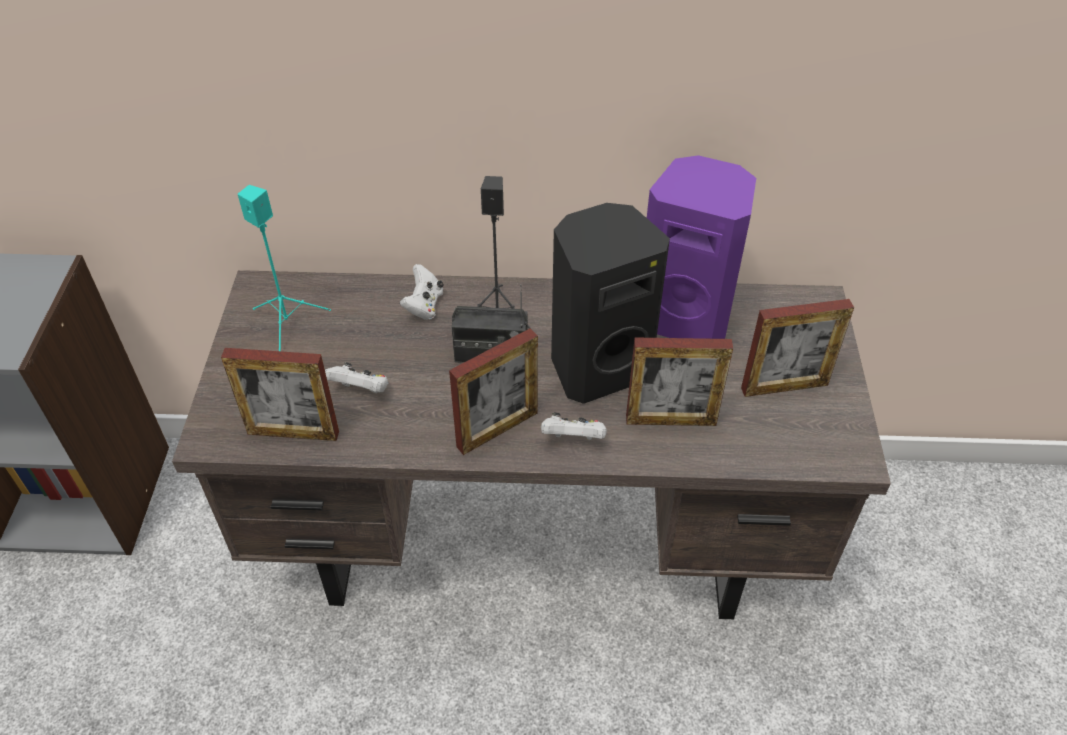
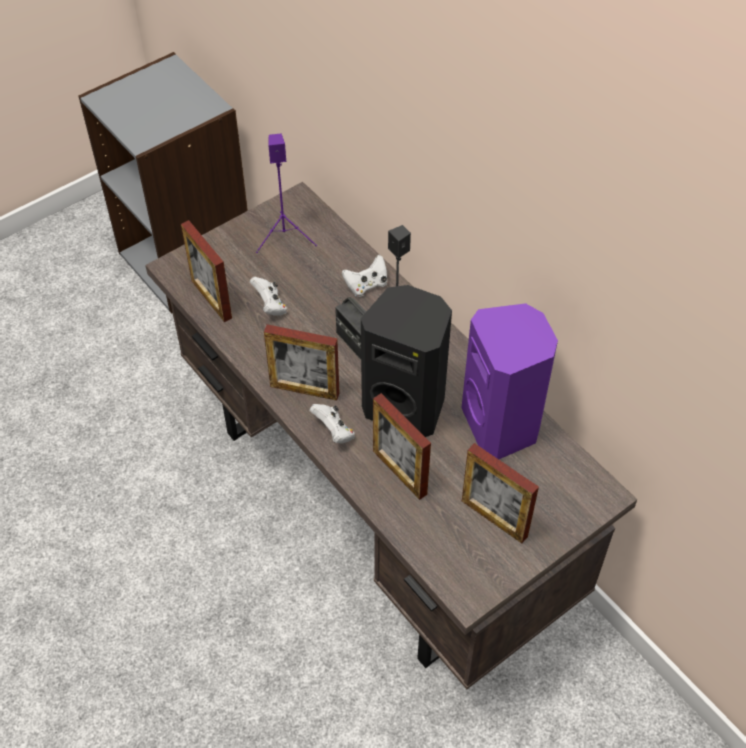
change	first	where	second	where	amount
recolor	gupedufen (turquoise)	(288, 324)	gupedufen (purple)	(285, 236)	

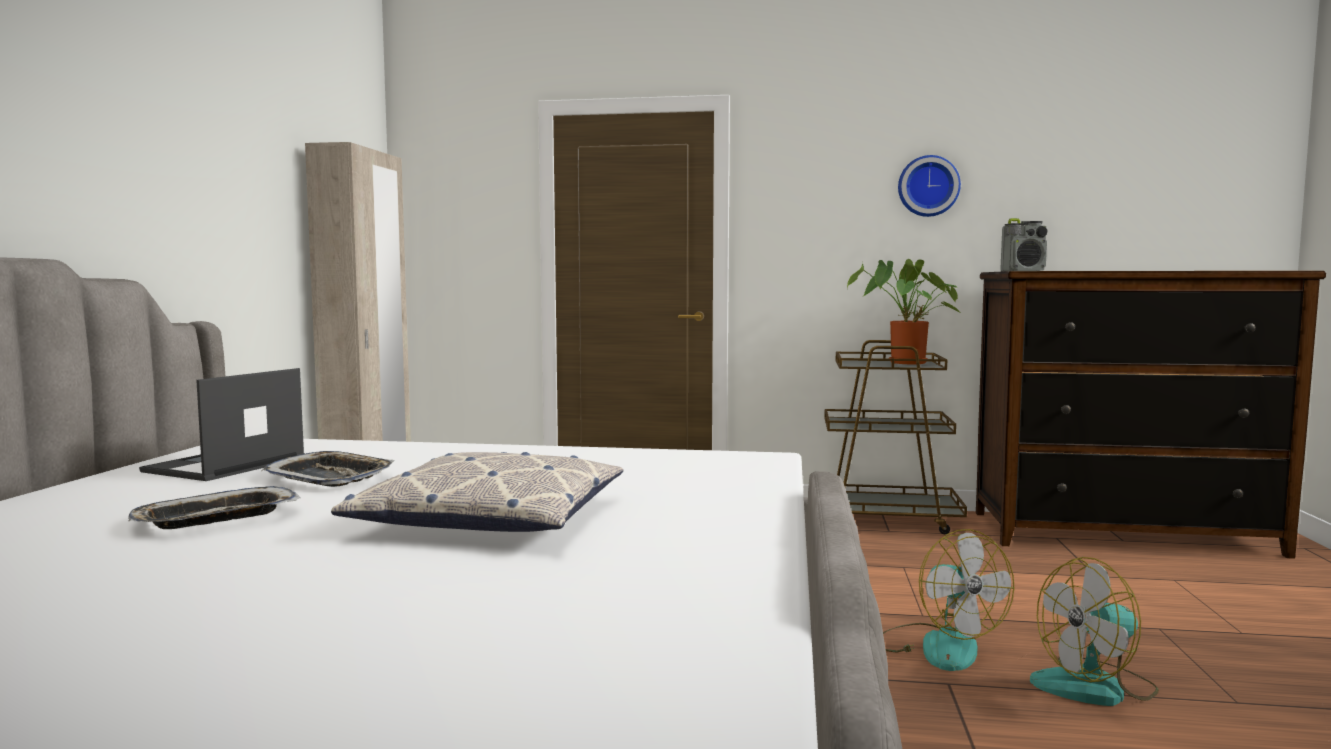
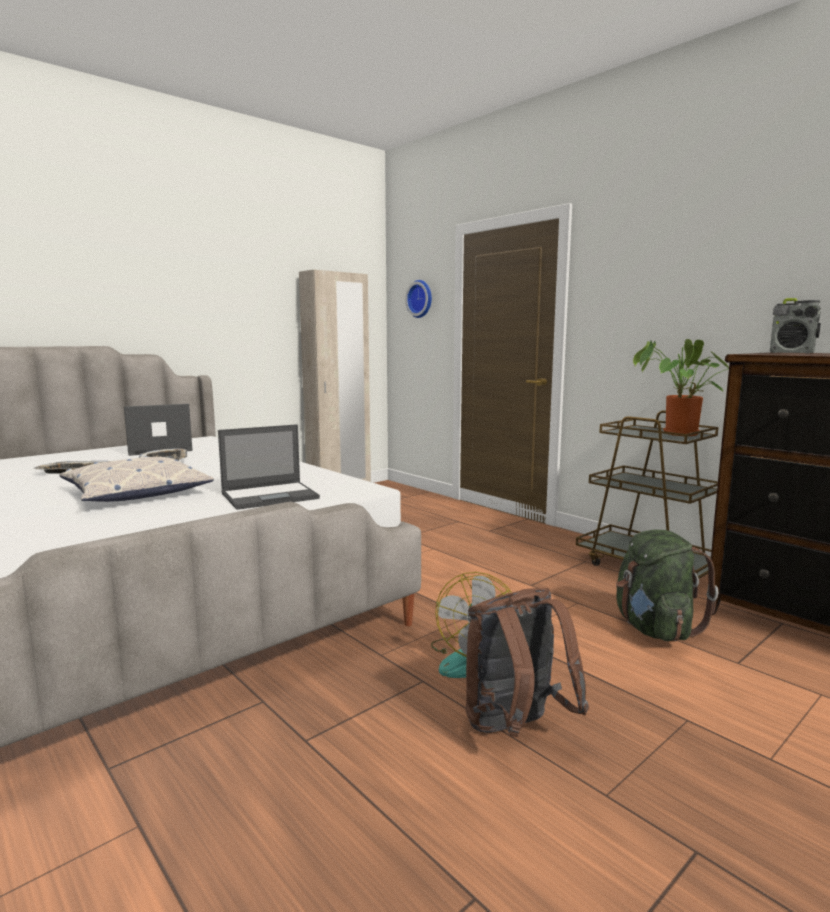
change	first	where	second	where	amount
insert			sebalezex	(271, 496)	
move	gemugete	(928, 186)		(421, 299)	
replace	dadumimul	(1095, 687)	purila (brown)	(515, 729)	
insert			purila (green)	(654, 629)	

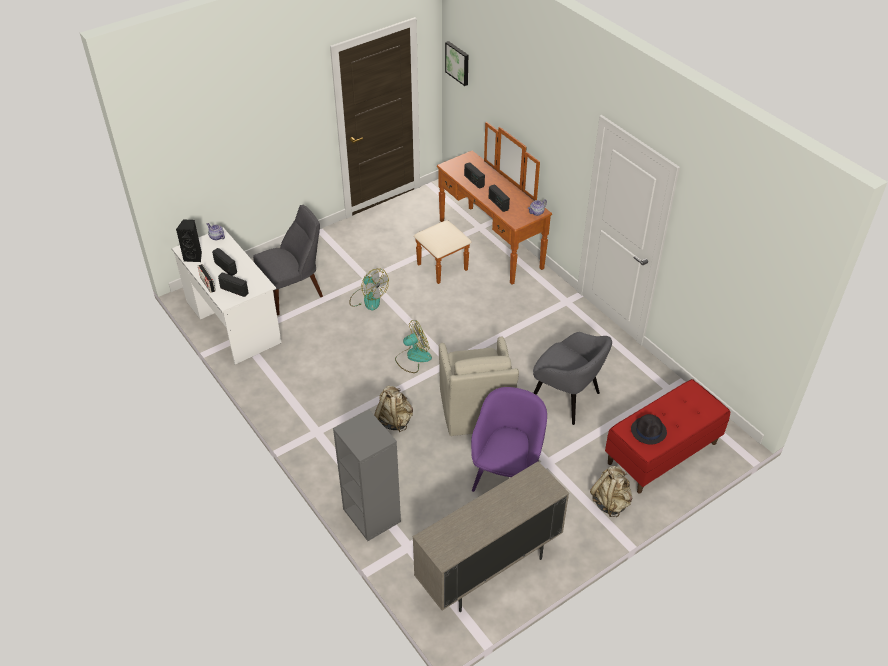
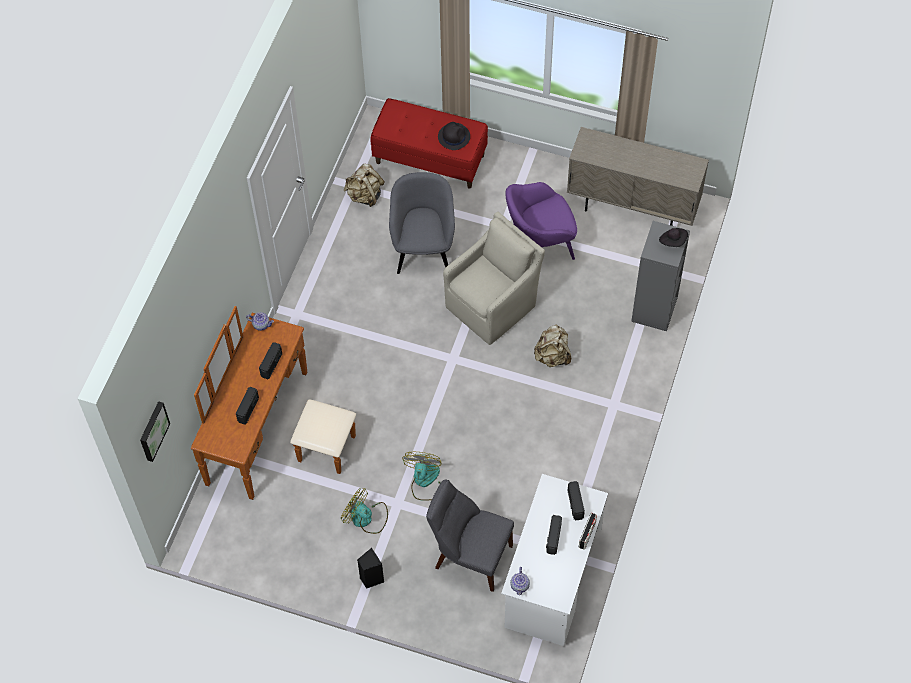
change	first	where	second	where	amount
move	dadumimul	(413, 357)		(366, 518)	
move	purila (beige)	(610, 502)		(365, 195)	
move	gupedufen (black)	(194, 257)		(371, 578)	
insert			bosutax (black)	(673, 241)	

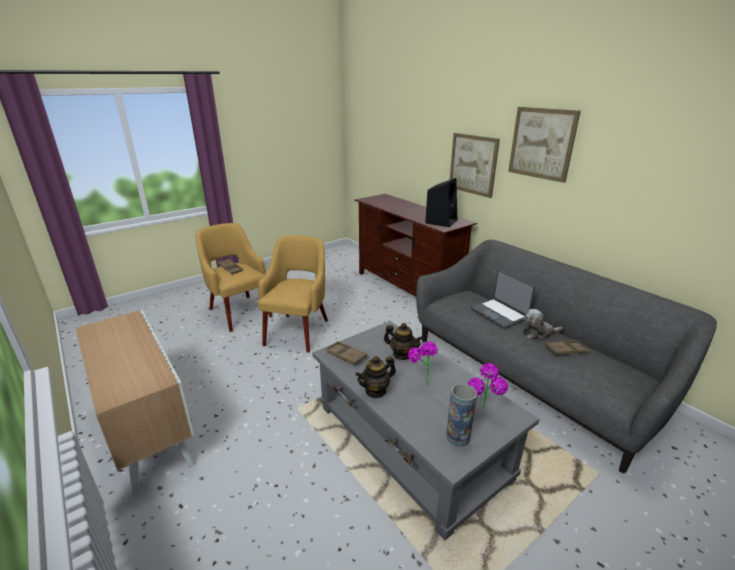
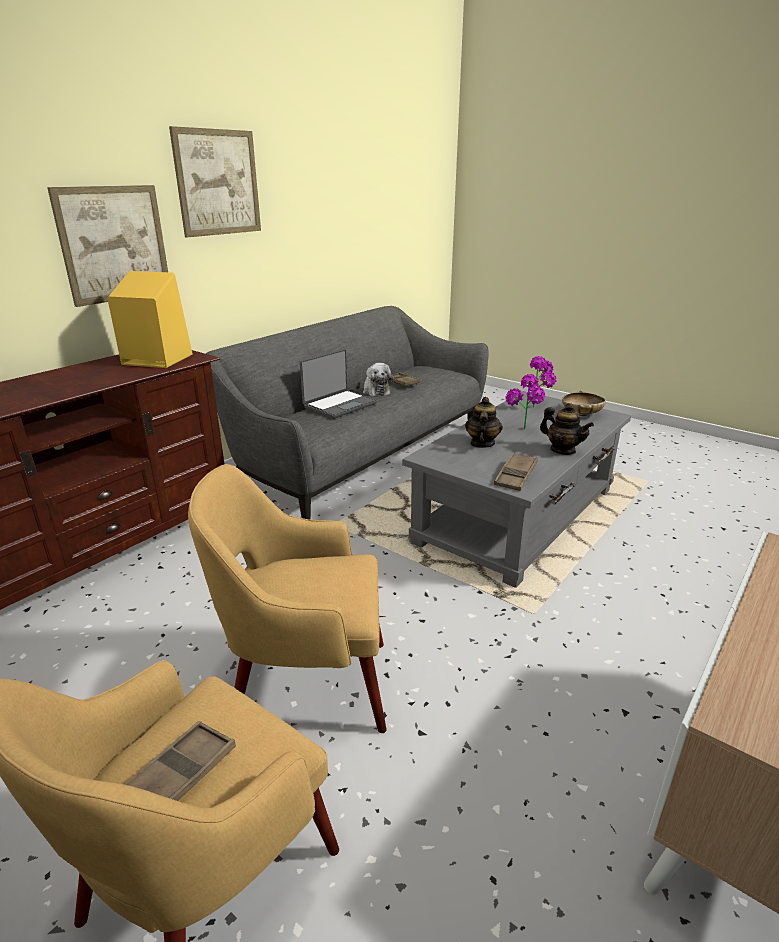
change	first	where	second	where	amount
recolor	gupedufen (black)	(441, 221)	gupedufen (yellow)	(155, 359)	
replace	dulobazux	(458, 437)	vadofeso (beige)	(581, 414)	

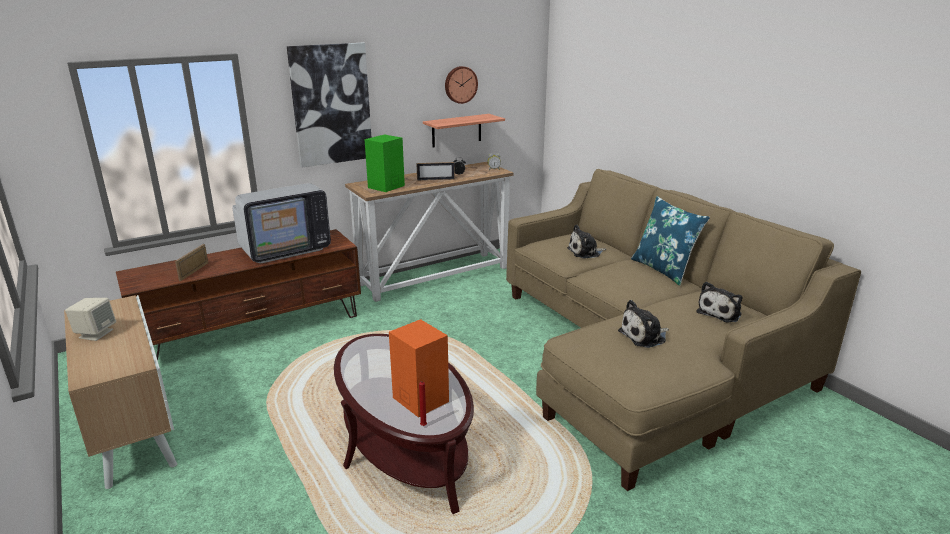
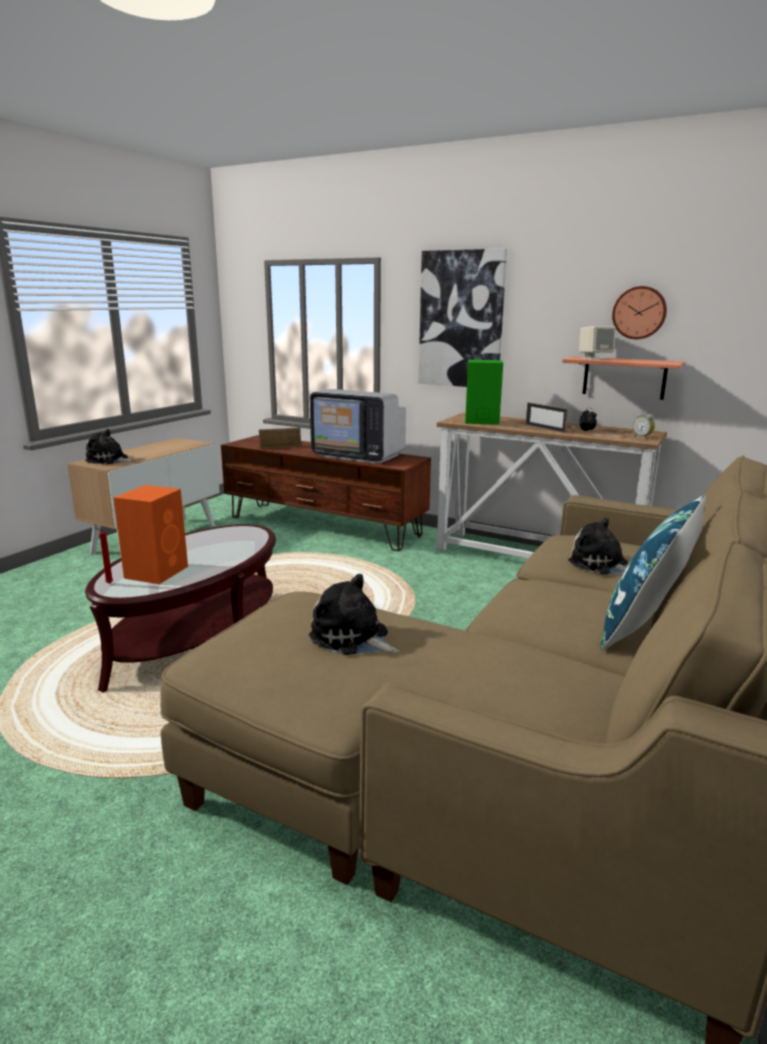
change	first	where	second	where	amount
move	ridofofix	(720, 313)		(109, 460)	
move	gupedufen (beige)	(95, 333)		(594, 358)	

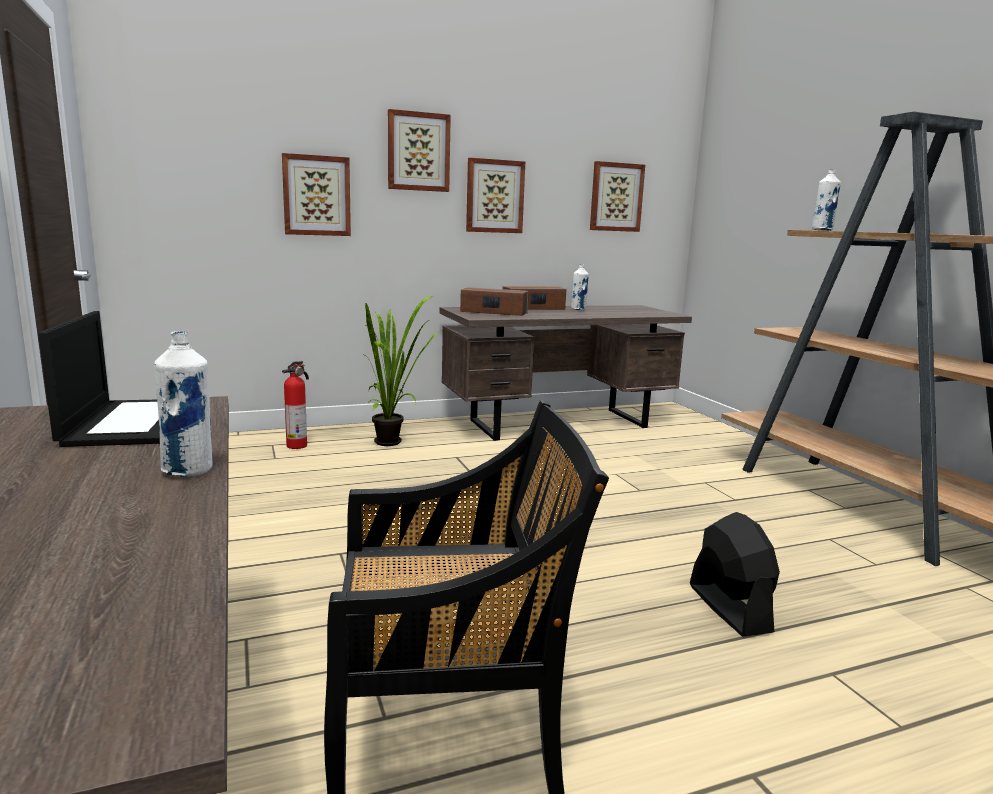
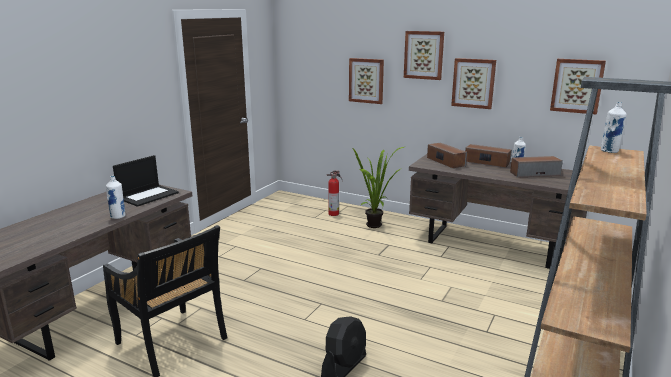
change	first	where	second	where	amount
insert			gupedufen	(534, 174)	

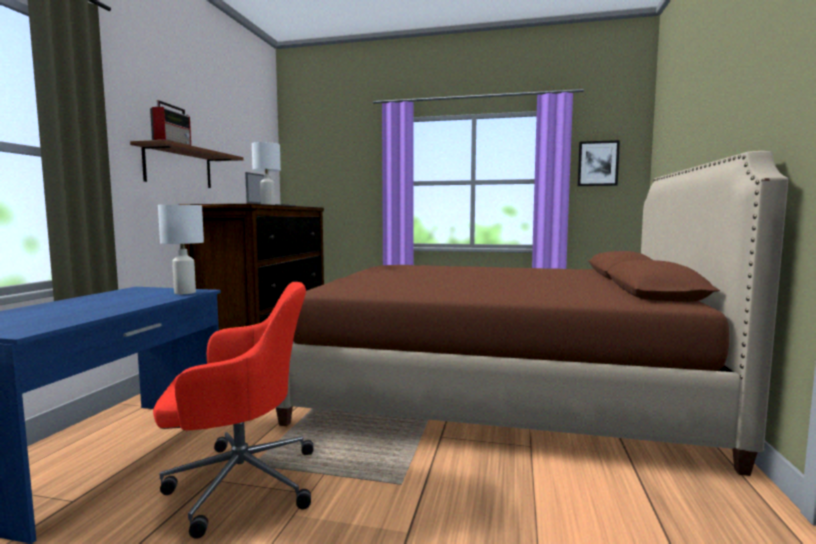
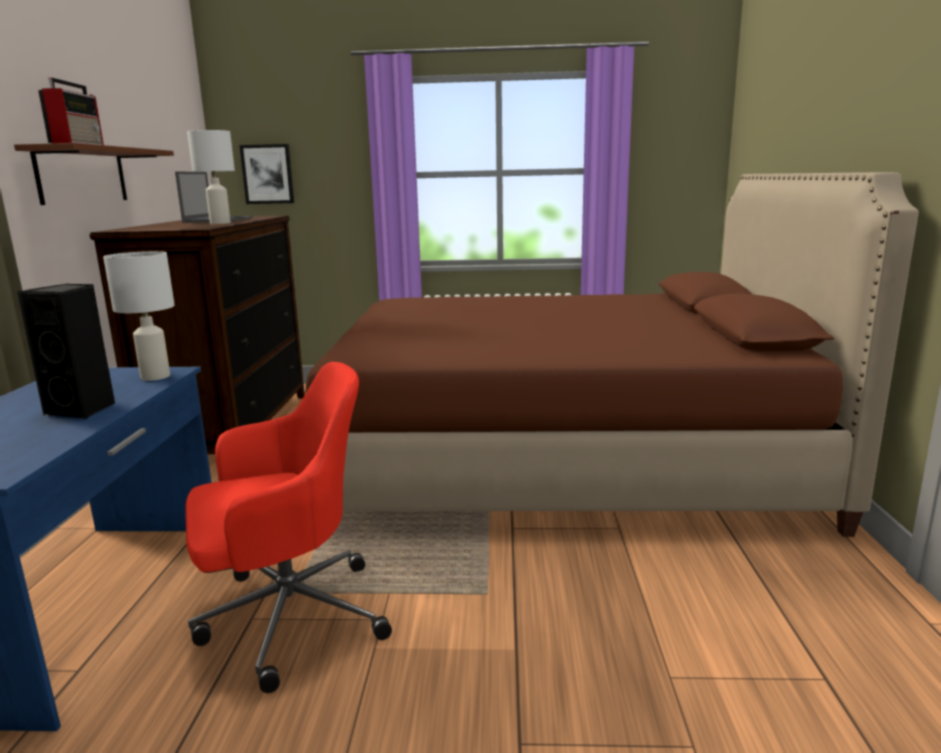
change	first	where	second	where	amount
insert			gupedufen (black)	(83, 409)	
move	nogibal	(597, 163)		(268, 174)	

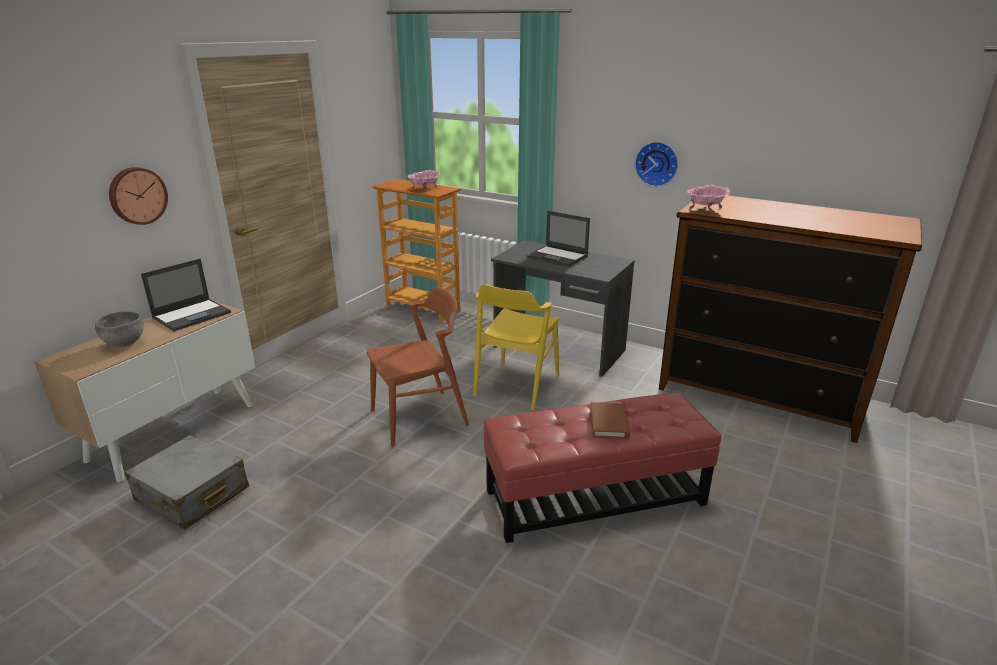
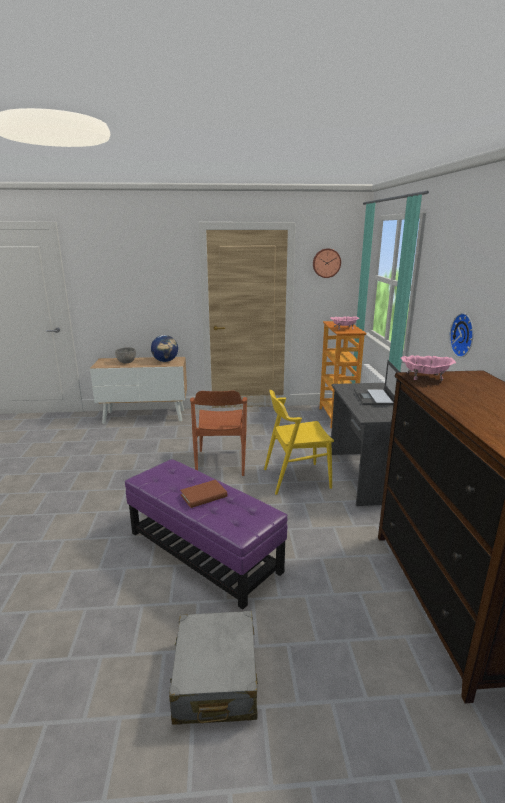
change	first	where	second	where	amount
recolor	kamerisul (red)	(594, 496)	kamerisul (purple)	(204, 551)	
replace	sebalezex	(192, 315)	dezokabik	(165, 361)	
move	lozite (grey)	(192, 494)		(215, 678)	
rotate	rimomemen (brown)	(419, 417)		(221, 462)	60 degrees clockwise
move	gemugete	(137, 195)		(326, 263)	

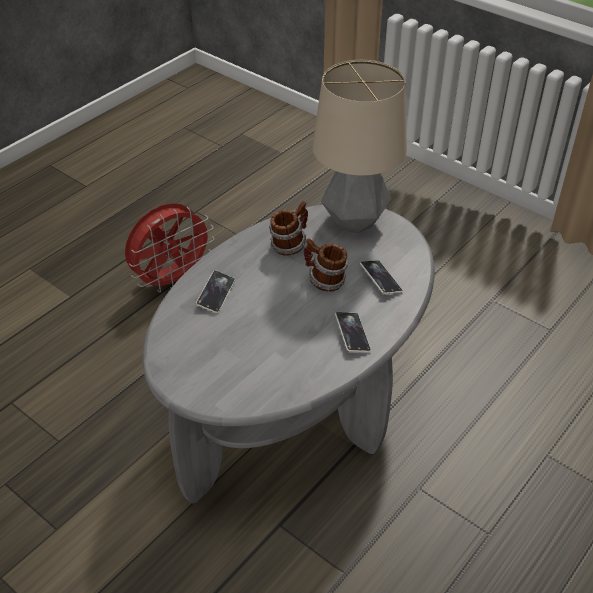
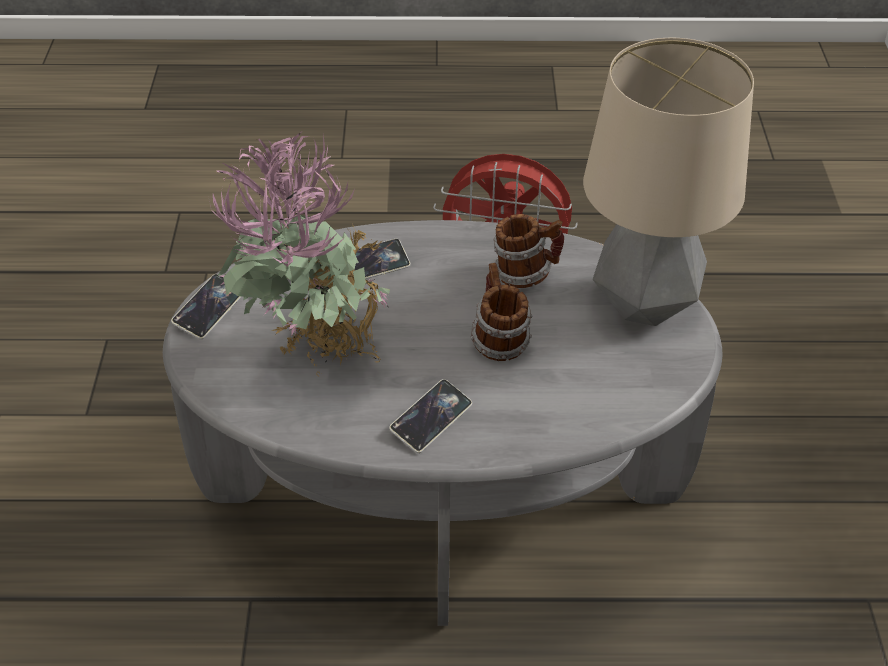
change	first	where	second	where	amount
move	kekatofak	(380, 279)		(209, 310)	
insert			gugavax	(314, 363)	

